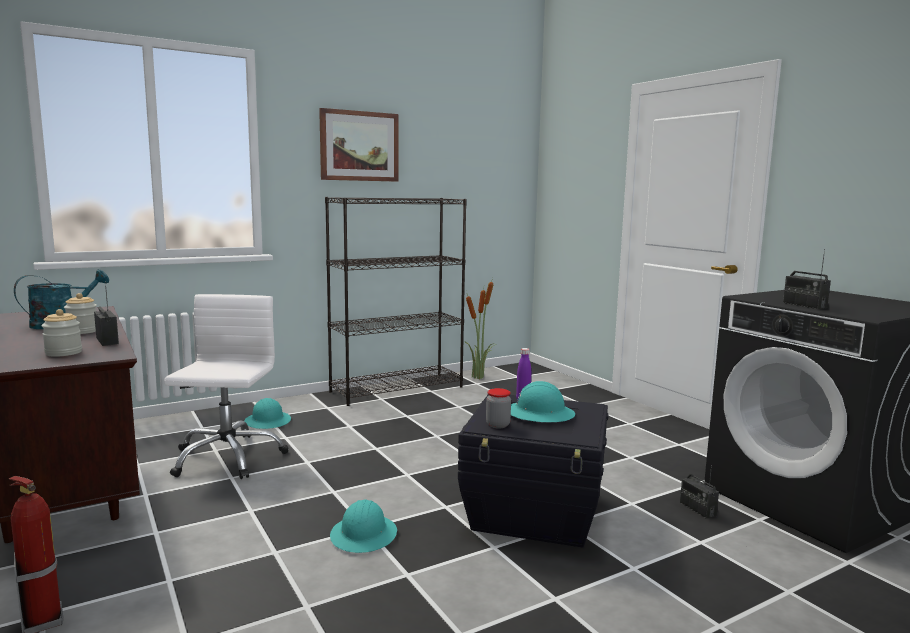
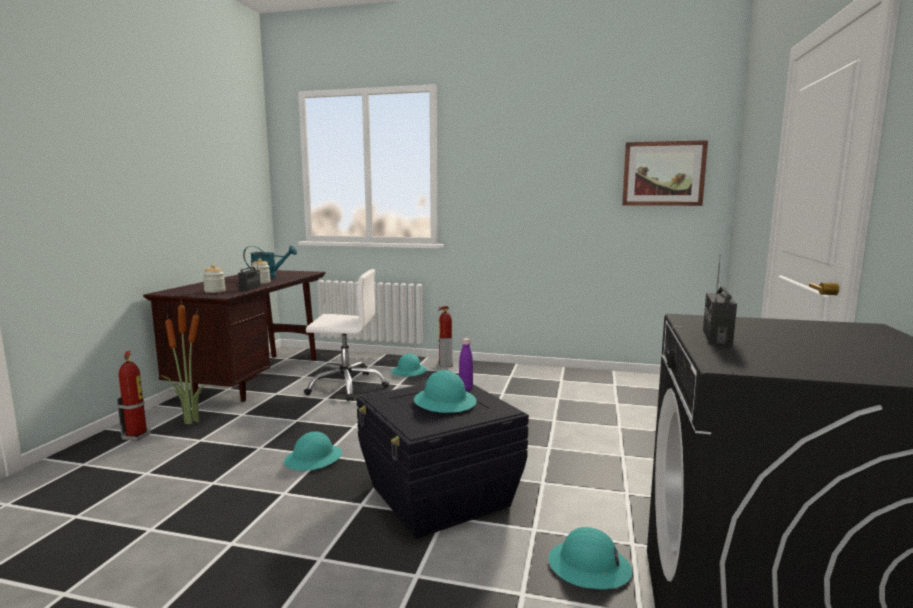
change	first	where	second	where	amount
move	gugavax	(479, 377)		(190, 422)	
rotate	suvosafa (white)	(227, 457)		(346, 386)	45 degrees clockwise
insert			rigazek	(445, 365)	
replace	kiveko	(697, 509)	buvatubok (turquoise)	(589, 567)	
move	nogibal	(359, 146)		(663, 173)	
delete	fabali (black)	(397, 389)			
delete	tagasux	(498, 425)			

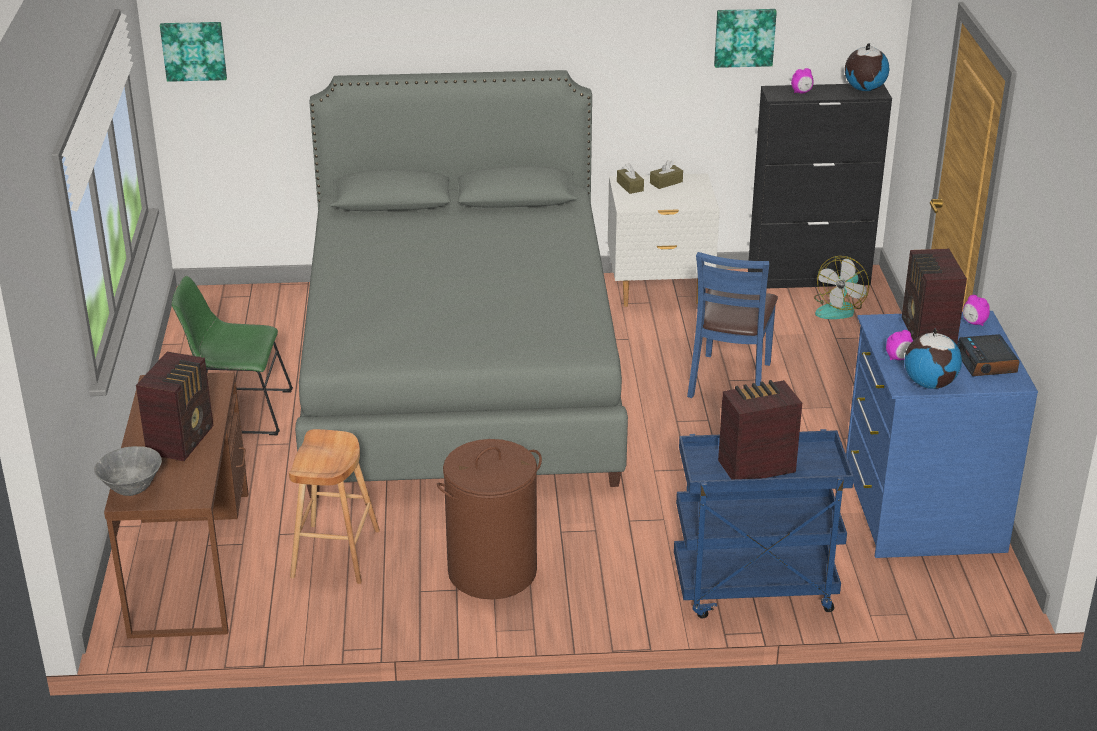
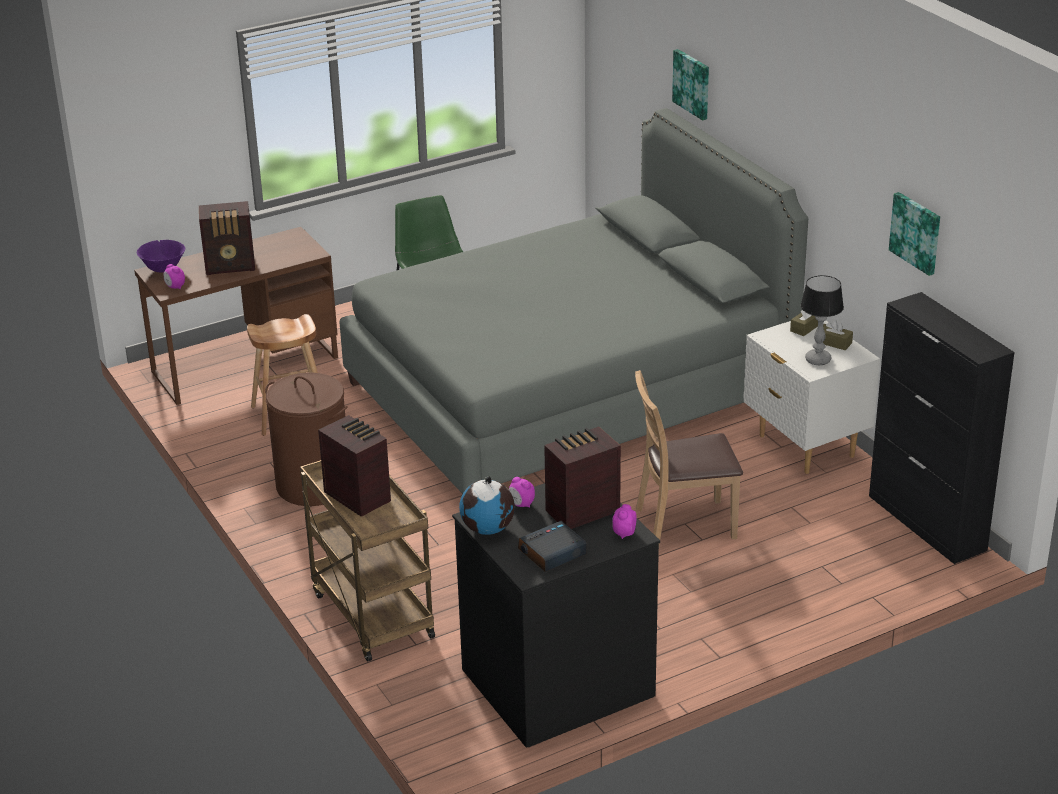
change	first	where	second	where	amount
recolor	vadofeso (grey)	(132, 490)	vadofeso (purple)	(163, 269)	
move	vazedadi	(801, 92)		(175, 287)	
recolor	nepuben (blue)	(753, 591)	nepuben (brown)	(370, 614)	
recolor	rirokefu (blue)	(920, 510)	rirokefu (black)	(556, 681)	
recolor	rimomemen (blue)	(730, 381)	rimomemen (brown)	(684, 524)	
move	nogibal	(194, 50)		(692, 83)	
insert			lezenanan	(817, 359)	
delete	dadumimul	(839, 308)			
delete	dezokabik	(864, 89)			

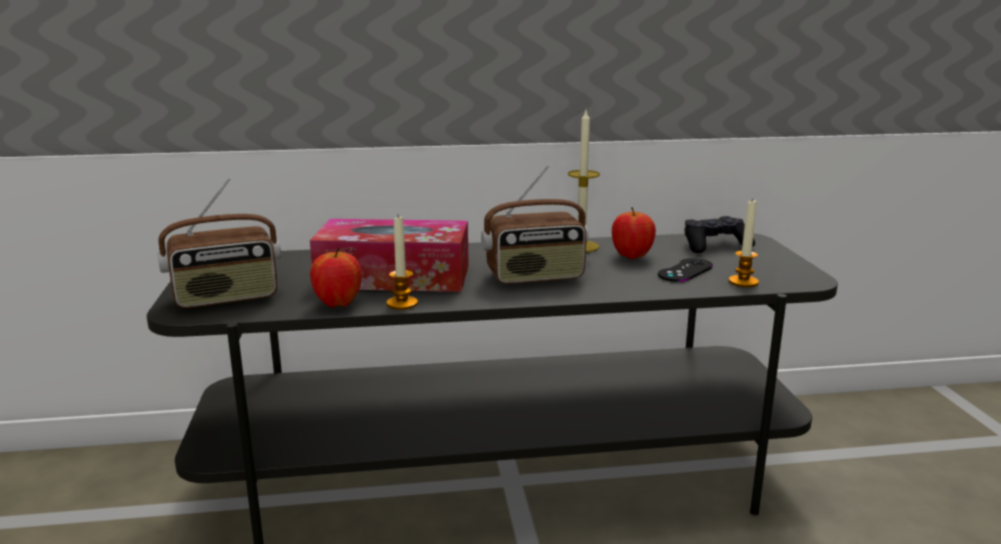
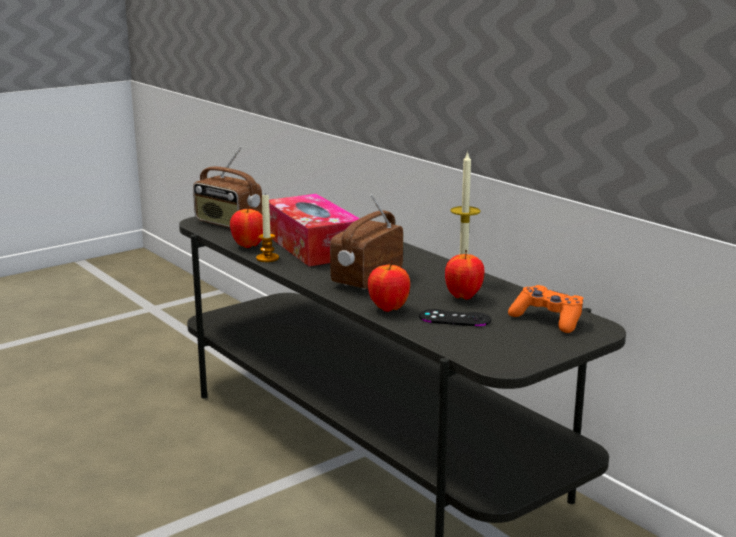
change	first	where	second	where	amount
rotate	kiveko	(535, 277)		(366, 278)	75 degrees clockwise
insert			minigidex	(388, 308)	
recolor	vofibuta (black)	(715, 245)	vofibuta (orange)	(548, 319)	
delete	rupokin	(743, 282)			

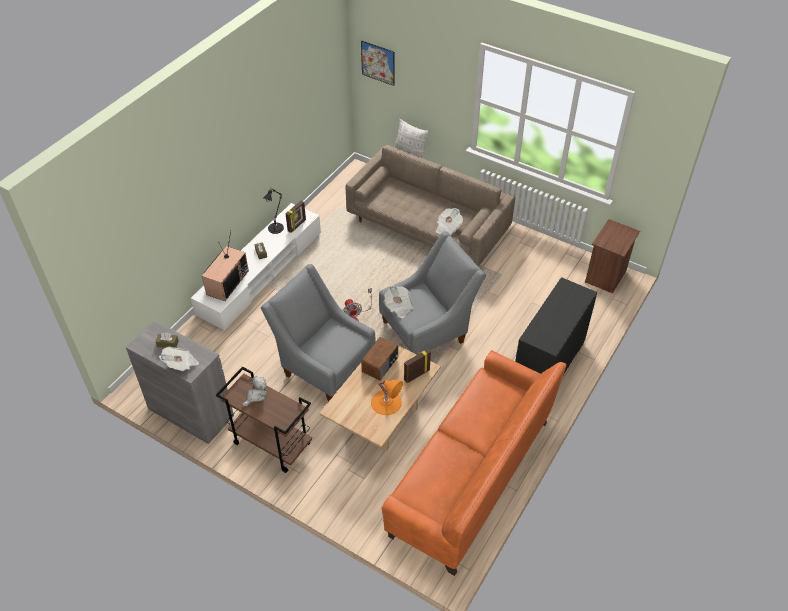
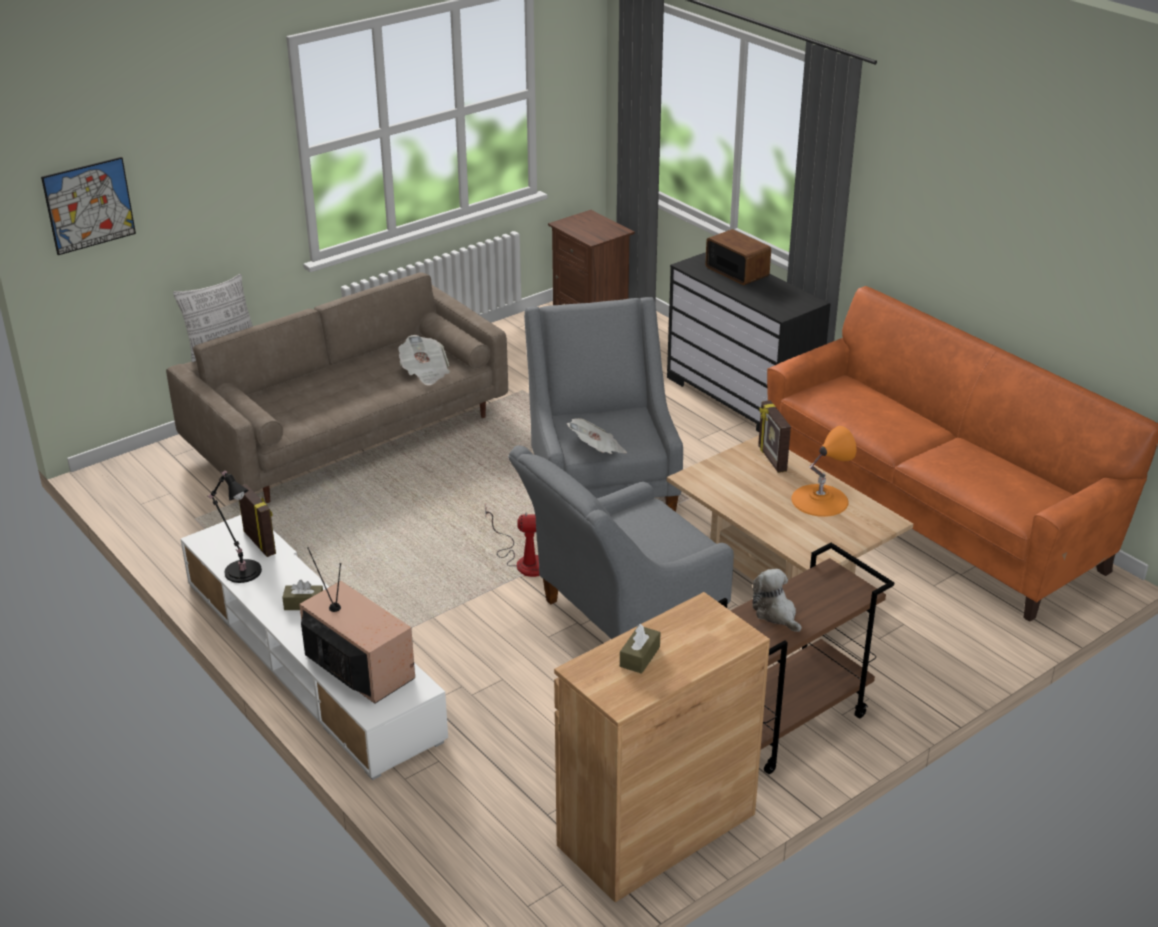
change	first	where	second	where	amount
recolor	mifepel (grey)	(191, 412)	mifepel (brown)	(656, 830)	
move	kiveko	(380, 364)		(737, 271)	
delete	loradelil	(181, 364)			

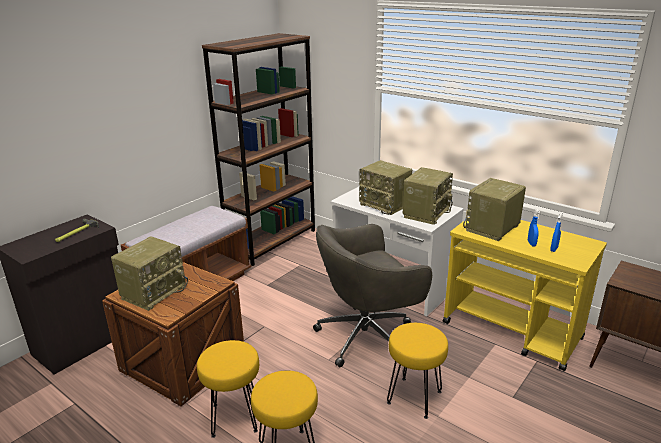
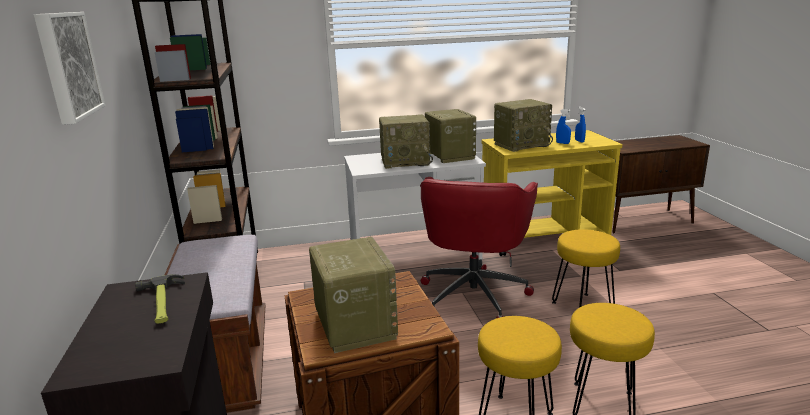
change	first	where	second	where	amount
insert			nogibal	(67, 65)	
recolor	suvosafa (grey)	(368, 336)	suvosafa (red)	(474, 294)	
rotate	kiveko	(492, 228)		(521, 144)	105 degrees counterclockwise

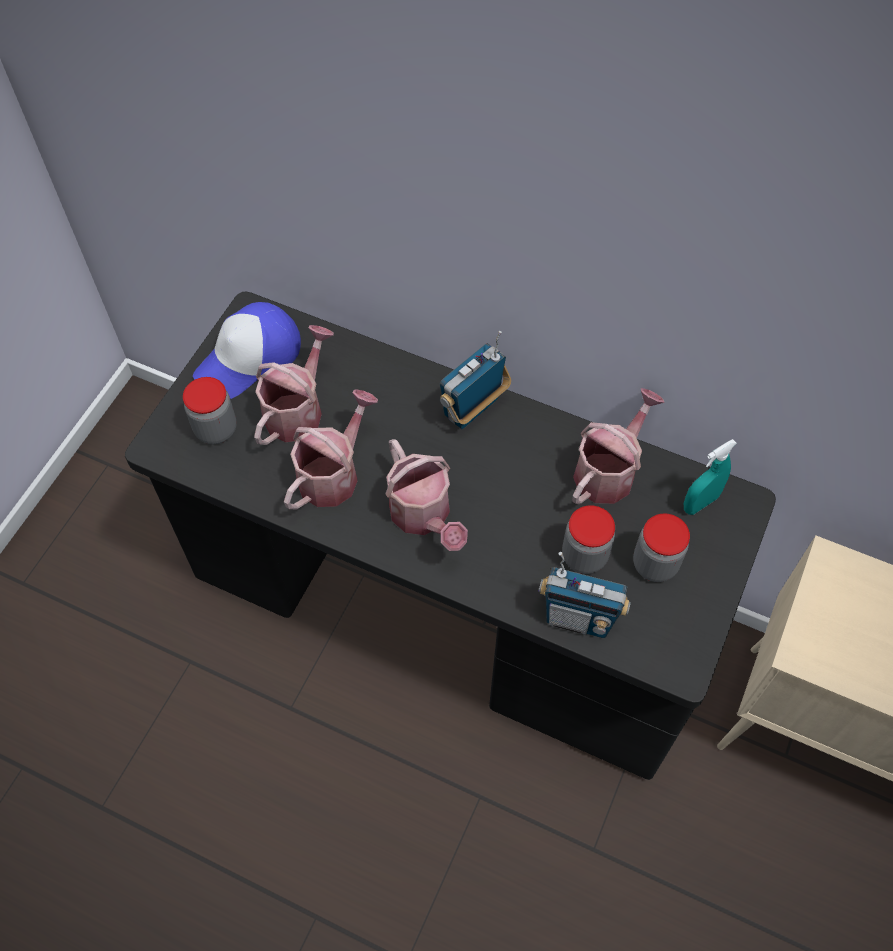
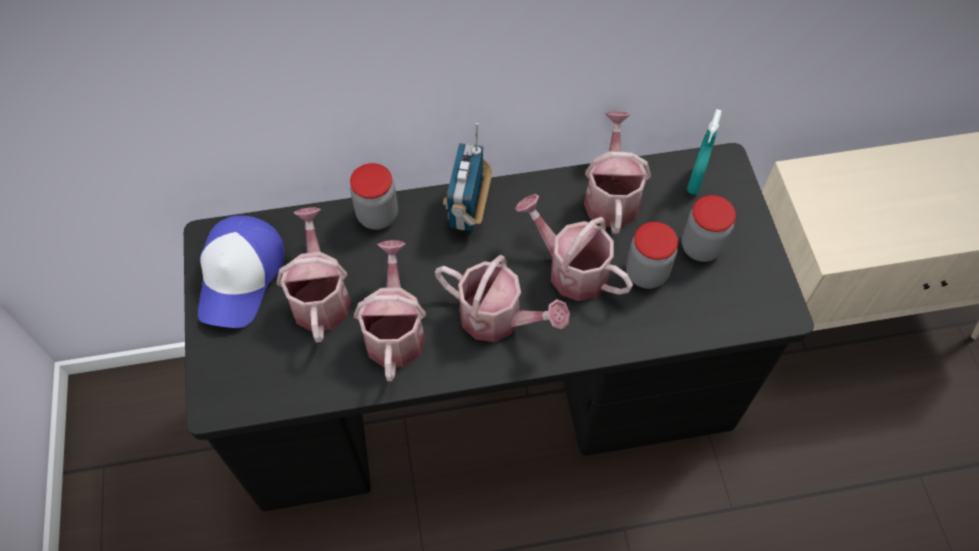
change	first	where	second	where	amount
move	tagasux	(216, 429)		(377, 215)	
insert			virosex	(571, 269)	
delete	kiveko	(578, 618)			

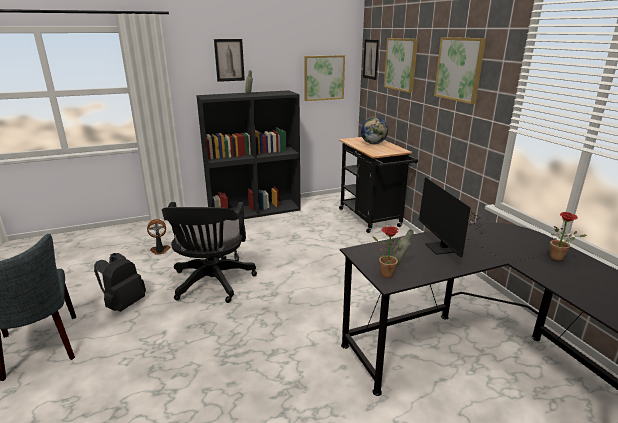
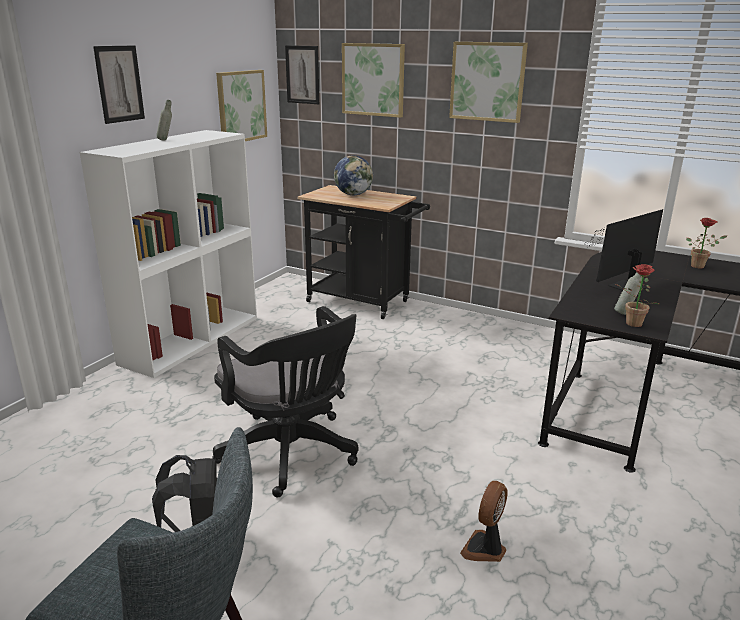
change	first	where	second	where	amount
recolor	fabali (black)	(255, 211)	fabali (white)	(191, 339)	
move	dadumimul	(160, 250)		(485, 549)	
rotate	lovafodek	(441, 250)		(623, 287)	105 degrees clockwise

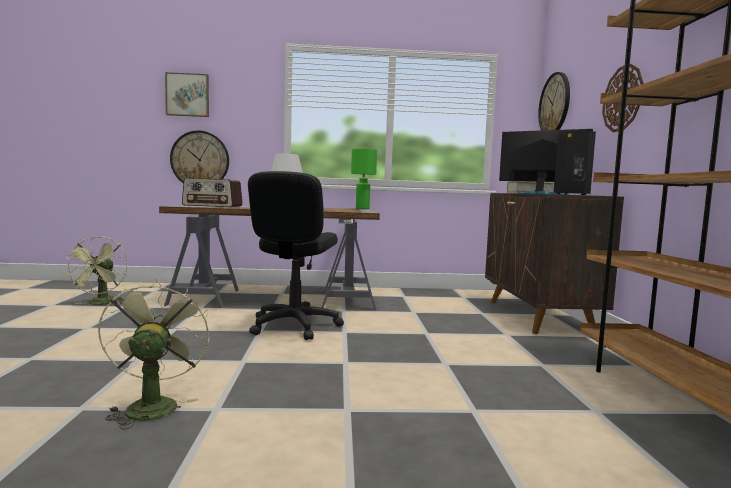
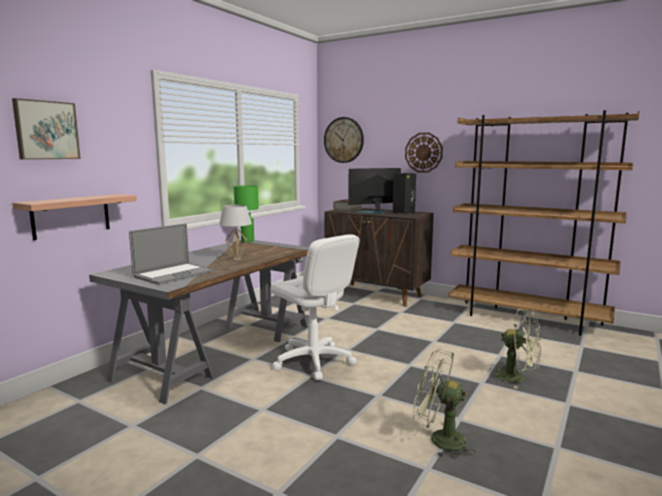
change	first	where	second	where	amount
replace	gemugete	(200, 160)	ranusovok	(71, 216)	
replace	kiveko	(213, 206)	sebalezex	(174, 274)	
recolor	suvosafa (black)	(294, 326)	suvosafa (white)	(313, 361)	
move	dadumimul (green)	(101, 304)		(517, 378)	

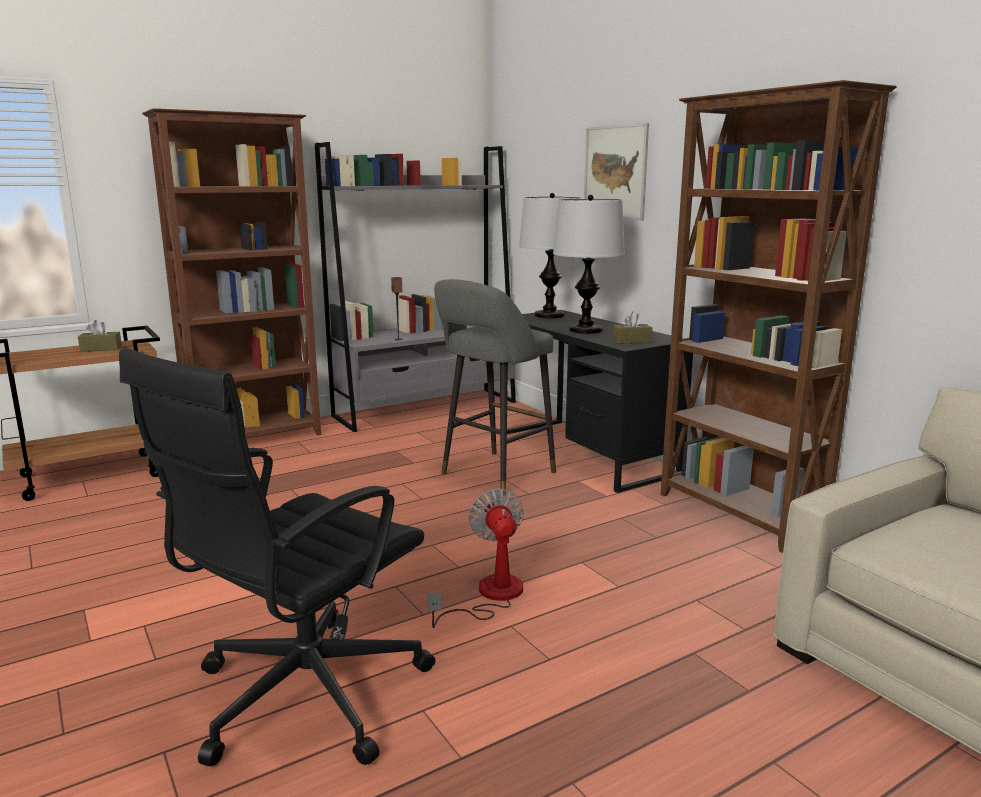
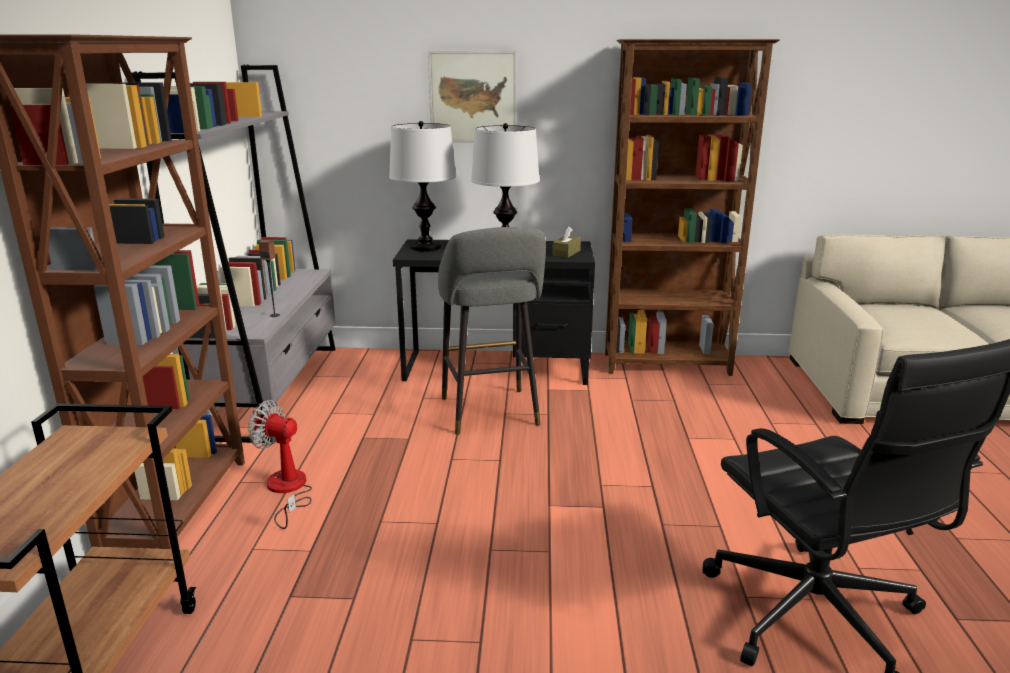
change	first	where	second	where	amount
move	dadumimul	(490, 596)		(287, 490)	
delete	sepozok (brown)	(101, 349)			

